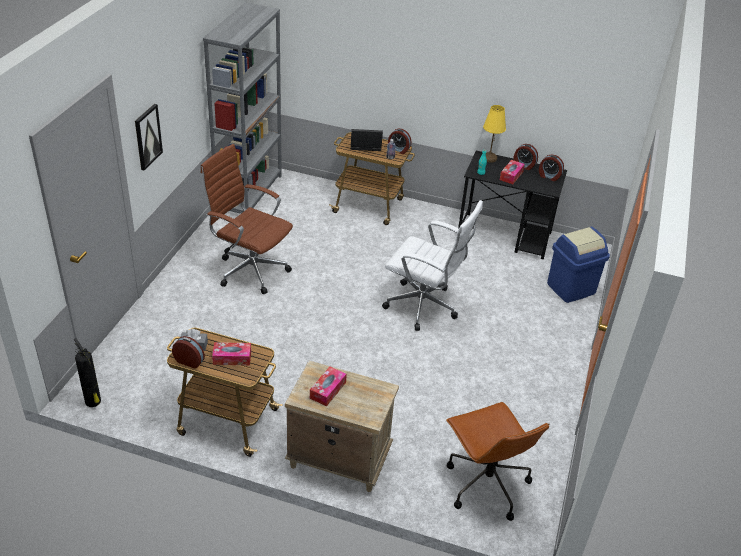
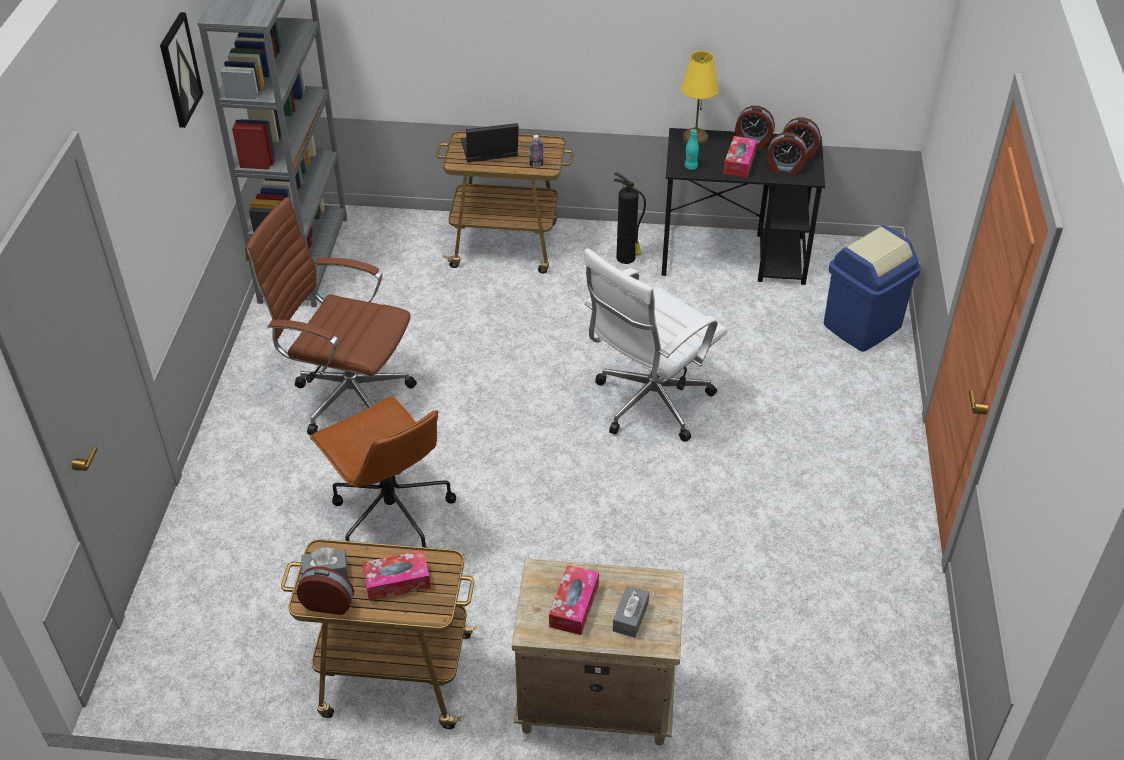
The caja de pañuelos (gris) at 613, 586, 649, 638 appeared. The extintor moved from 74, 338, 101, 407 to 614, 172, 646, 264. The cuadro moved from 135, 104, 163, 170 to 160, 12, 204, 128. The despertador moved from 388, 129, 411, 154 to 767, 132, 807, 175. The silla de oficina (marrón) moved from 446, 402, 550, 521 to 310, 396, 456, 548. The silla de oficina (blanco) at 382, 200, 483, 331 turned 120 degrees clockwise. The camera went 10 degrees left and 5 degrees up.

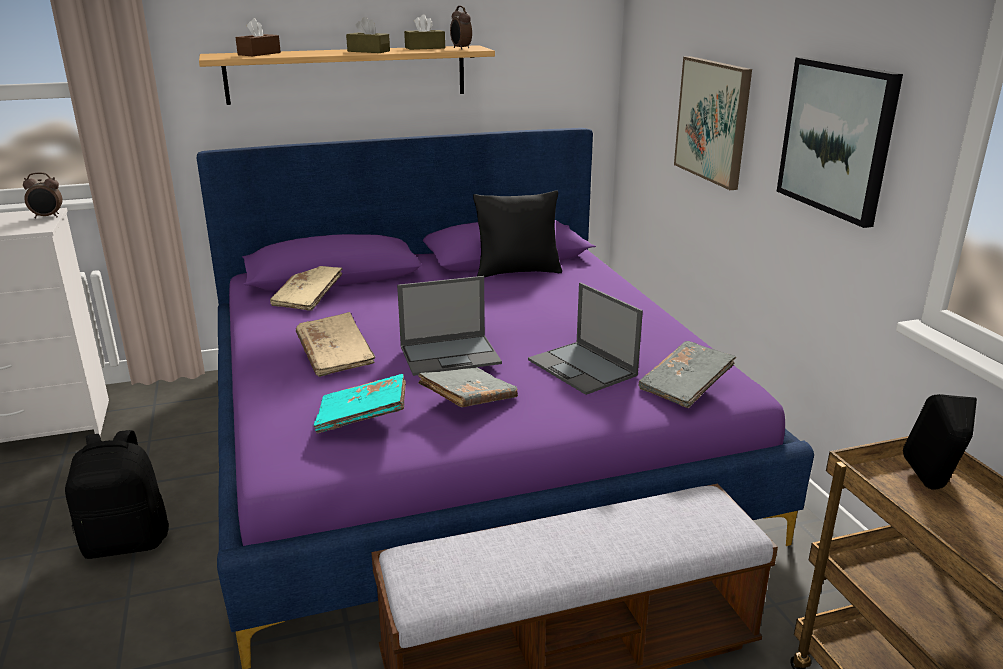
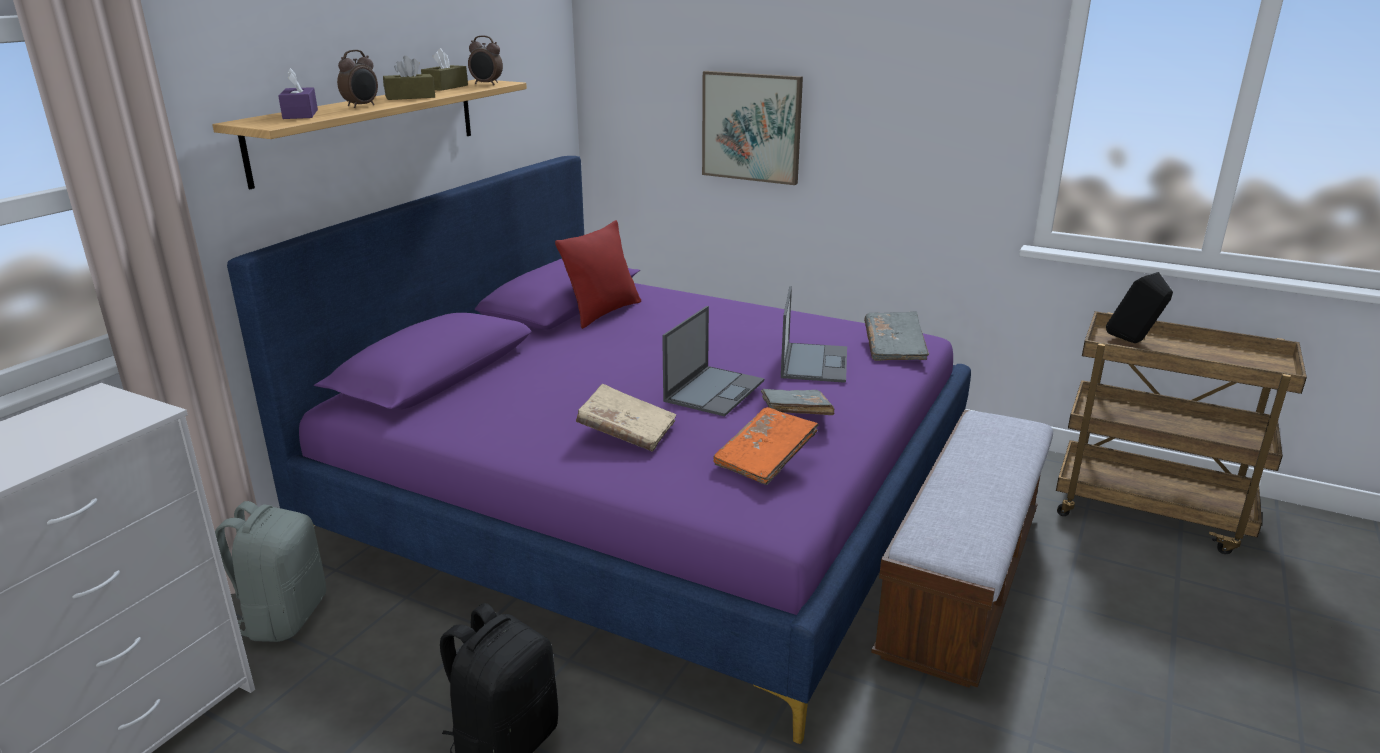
The libro (beis) at 270, 266, 342, 311 disappeared. The cuadro at 777, 57, 903, 228 disappeared. The mochila (gris) at 215, 501, 326, 642 appeared. The despertador moved from 23, 172, 63, 219 to 337, 50, 378, 108. The caja de pañuelos (marrón) at 235, 18, 281, 56 became the caja de pañuelos (morado) at 278, 68, 318, 119. The libro (turquesa) at 314, 374, 406, 433 became the libro (naranja) at 713, 407, 819, 485. The cojín (negro) at 473, 190, 562, 277 became the cojín (rojo) at 555, 220, 641, 329. The portátil at 528, 282, 643, 395 turned 90 degrees counterclockwise. The camera went 45 degrees left and 0 degrees up.

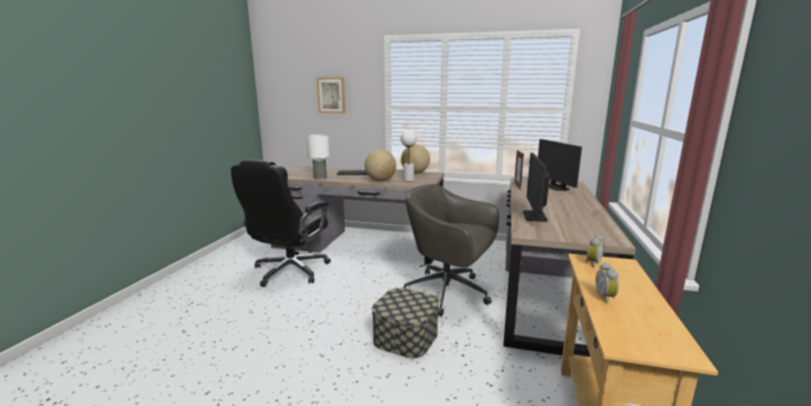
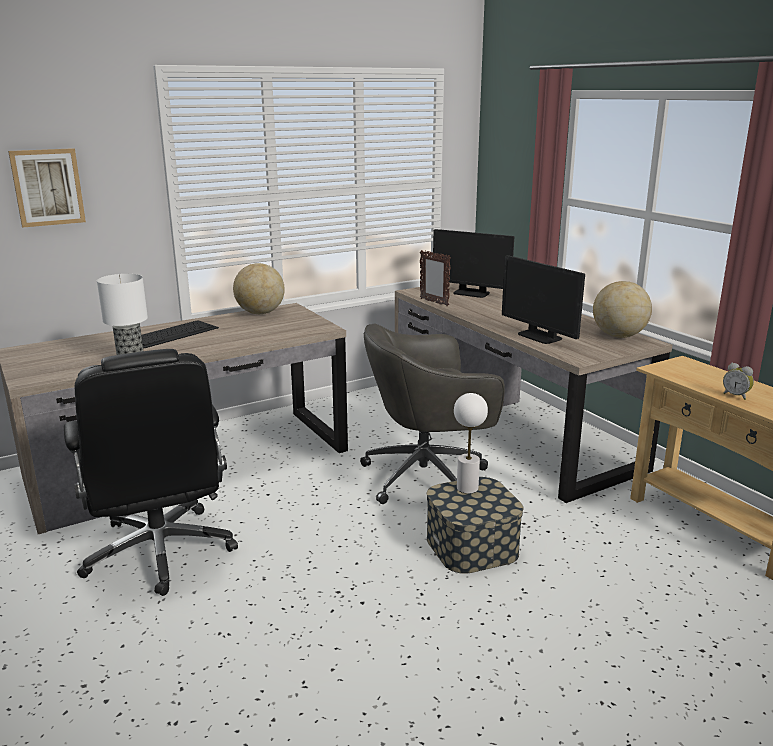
The despertador at 586, 235, 604, 267 disappeared. The globo terráqueo moved from 365, 149, 396, 181 to 593, 281, 652, 338. The lámpara de mesa (blanco) moved from 401, 130, 417, 182 to 454, 393, 488, 494. The camera went 45 degrees left and 5 degrees up.

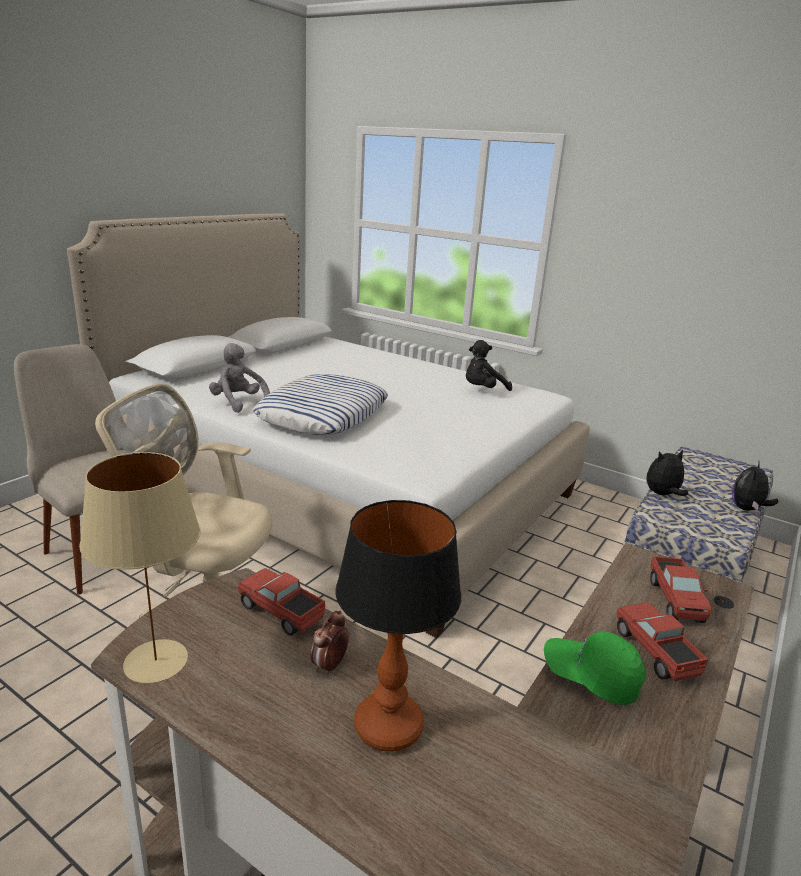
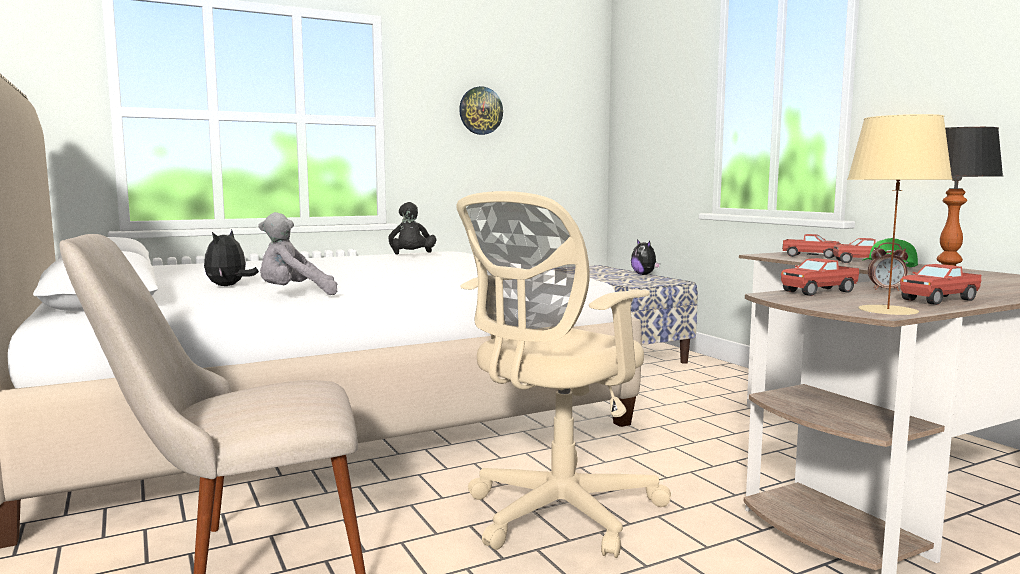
The cojín at 253, 374, 388, 435 disappeared. The reloj de pared at 459, 86, 503, 135 appeared. The camión de juguete at 900, 264, 982, 305 appeared. The peluche moved from 647, 450, 688, 496 to 204, 230, 259, 286. The despertador at 310, 610, 349, 675 turned 45 degrees counterclockwise. The camera went 60 degrees left and 15 degrees down.

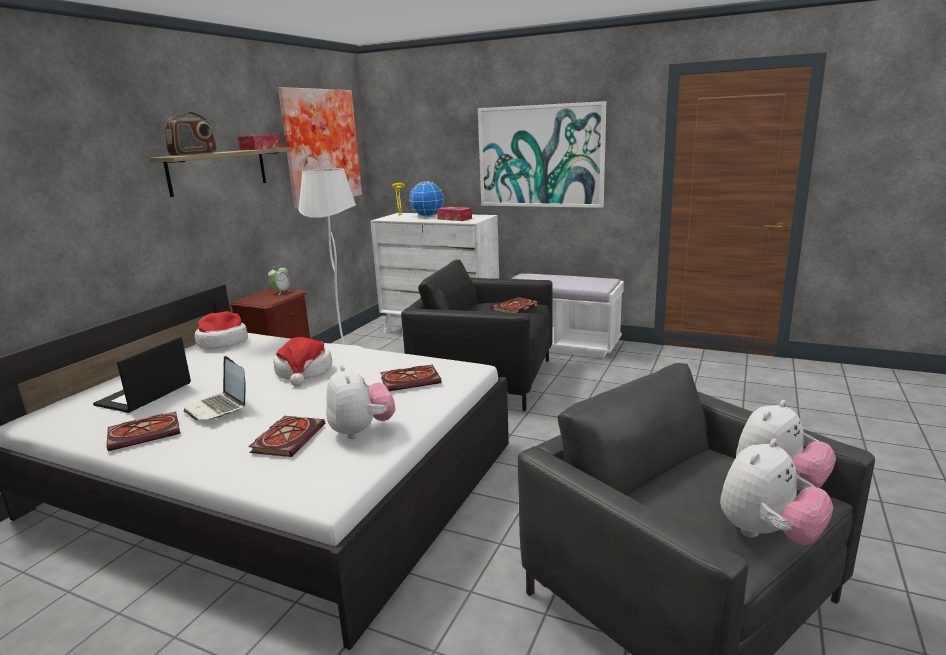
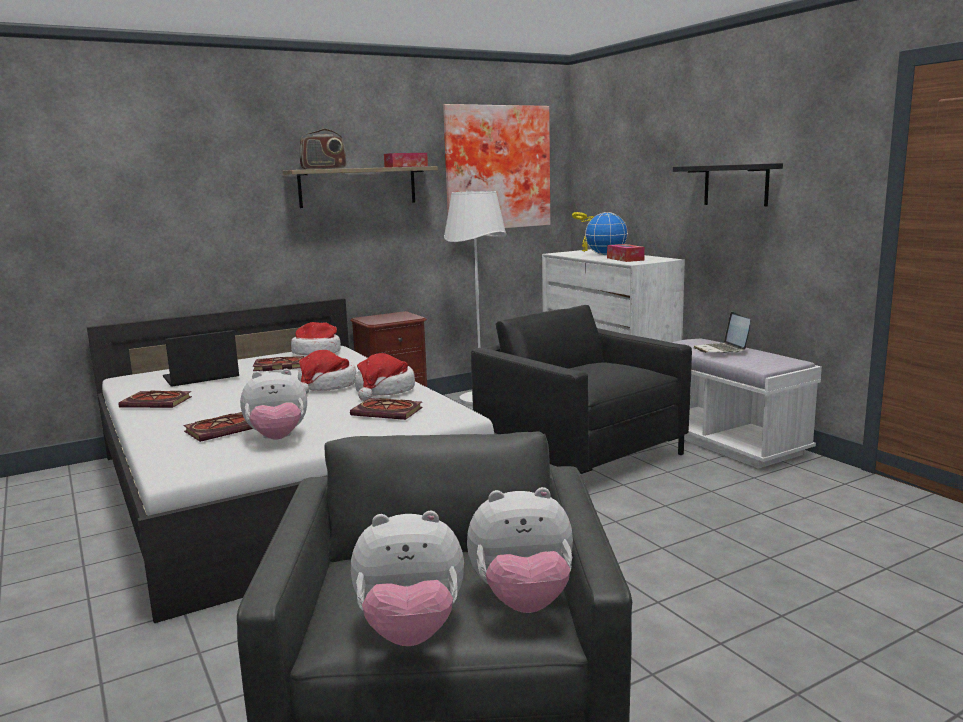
The despertador at 268, 265, 292, 295 disappeared. The sombrero at 355, 353, 415, 401 appeared. The portátil moved from 184, 356, 246, 420 to 694, 312, 750, 353. The libro moved from 491, 297, 539, 313 to 252, 356, 304, 371. The cuadro at 478, 101, 606, 208 was replaced by the estante (negro) at 673, 163, 783, 206. The peluche at 326, 365, 396, 439 turned 60 degrees clockwise. The camera went 35 degrees right and 5 degrees down.

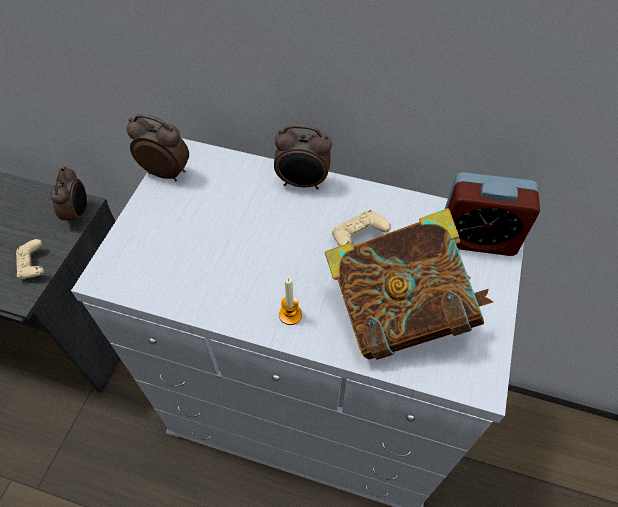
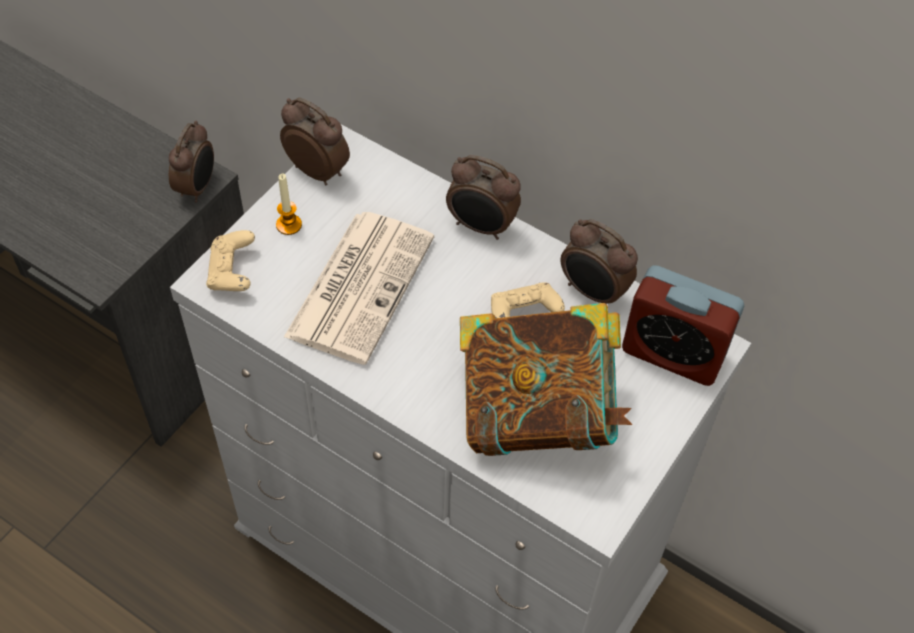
The periódico at 284, 212, 434, 365 appeared. The despertador at 561, 219, 638, 304 appeared. The mando de consola (beis) moved from 16, 239, 44, 279 to 206, 230, 255, 291. The vela moved from 279, 277, 302, 325 to 276, 173, 302, 235. The camera went 15 degrees right and 0 degrees up.

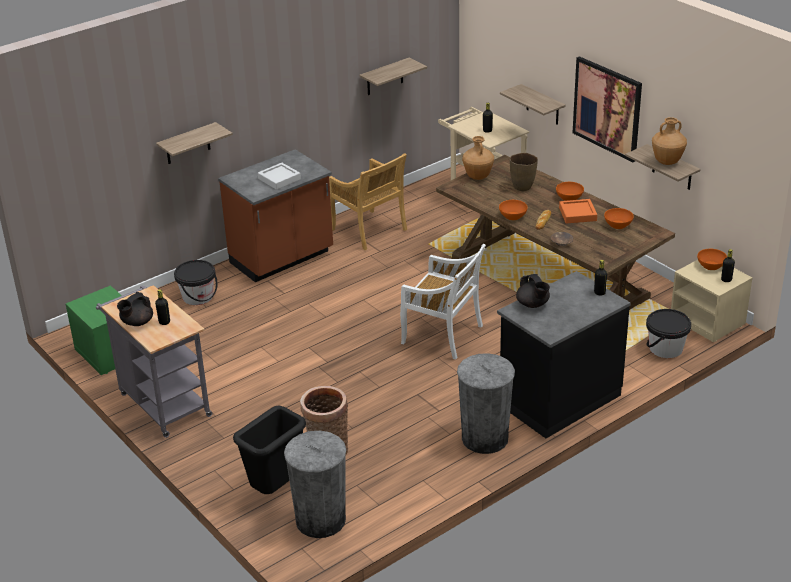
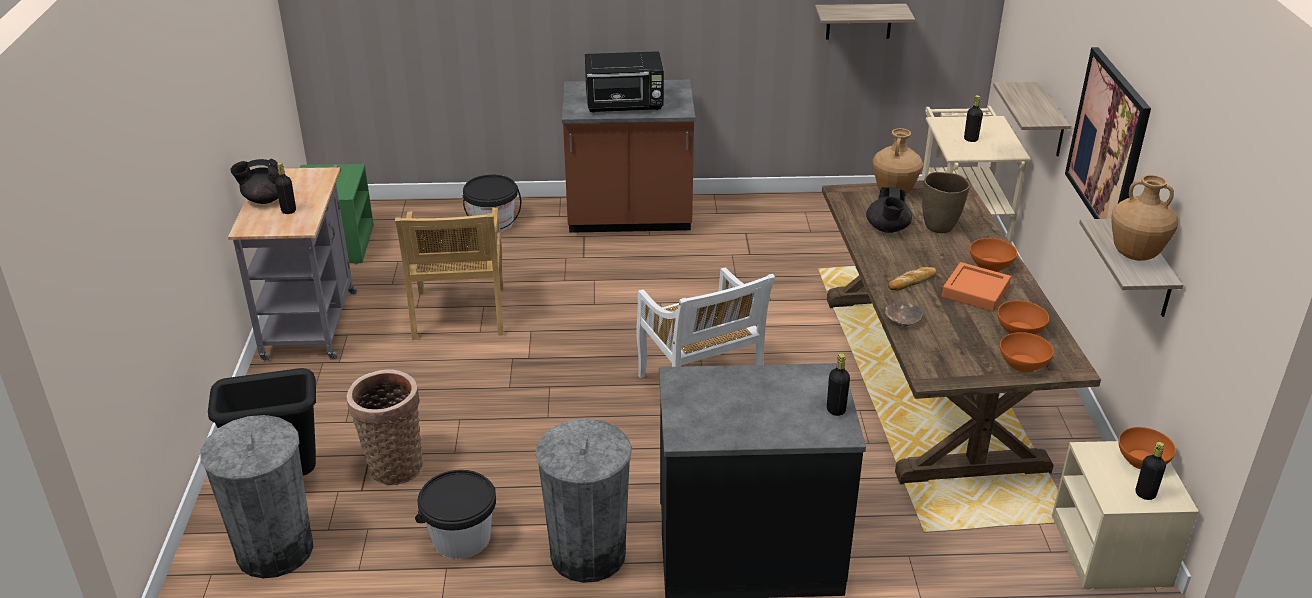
The estante at 156, 122, 233, 164 disappeared. The silla (beis) moved from 329, 153, 407, 250 to 395, 208, 504, 340. The cuenco (naranja) moved from 499, 200, 528, 220 to 1000, 332, 1054, 372. The tetera (negro) moved from 516, 274, 550, 308 to 866, 187, 912, 233. The cubo (negro) moved from 646, 309, 691, 358 to 415, 470, 496, 559. The bandeja (gris) at 258, 163, 301, 190 was replaced by the microondas (negro) at 585, 51, 664, 113. The camera went 35 degrees right and 0 degrees up.

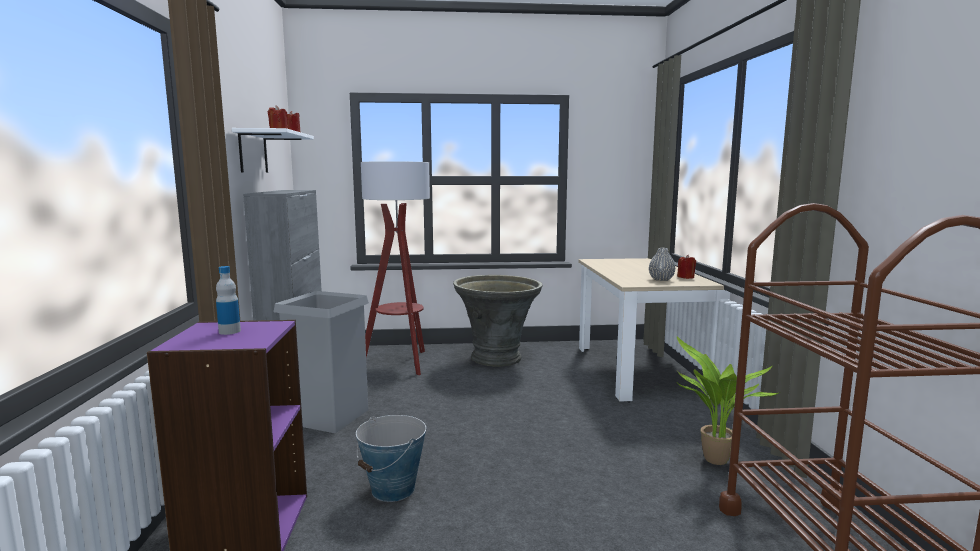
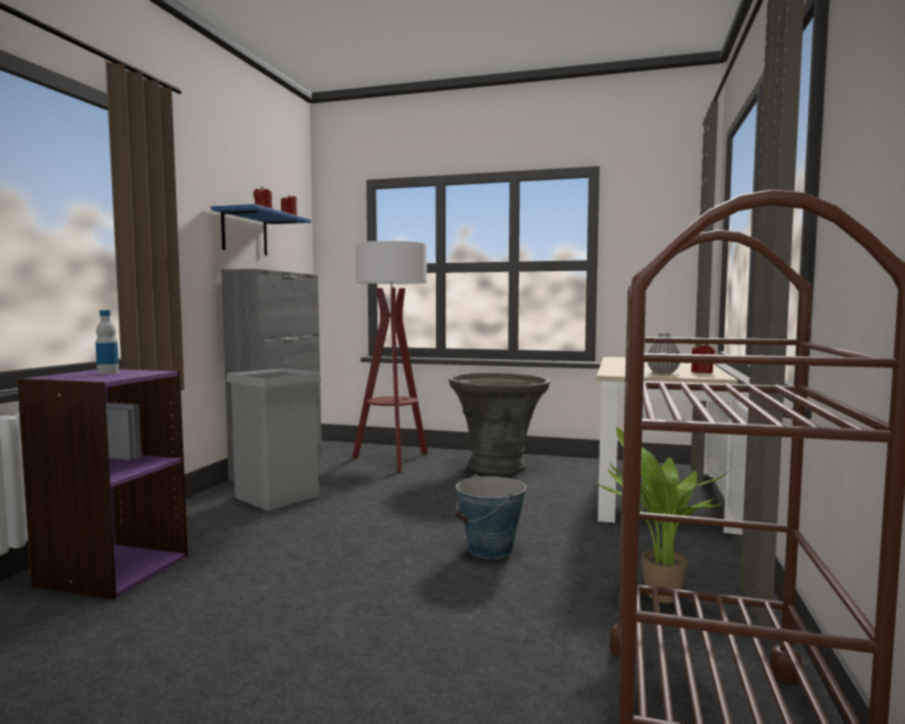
The cubo moved from 356, 415, 426, 502 to 456, 474, 526, 559. The estante (blanco) at 232, 128, 314, 173 became the estante (azul) at 211, 204, 311, 256. The camera went 20 degrees right and 5 degrees down.

